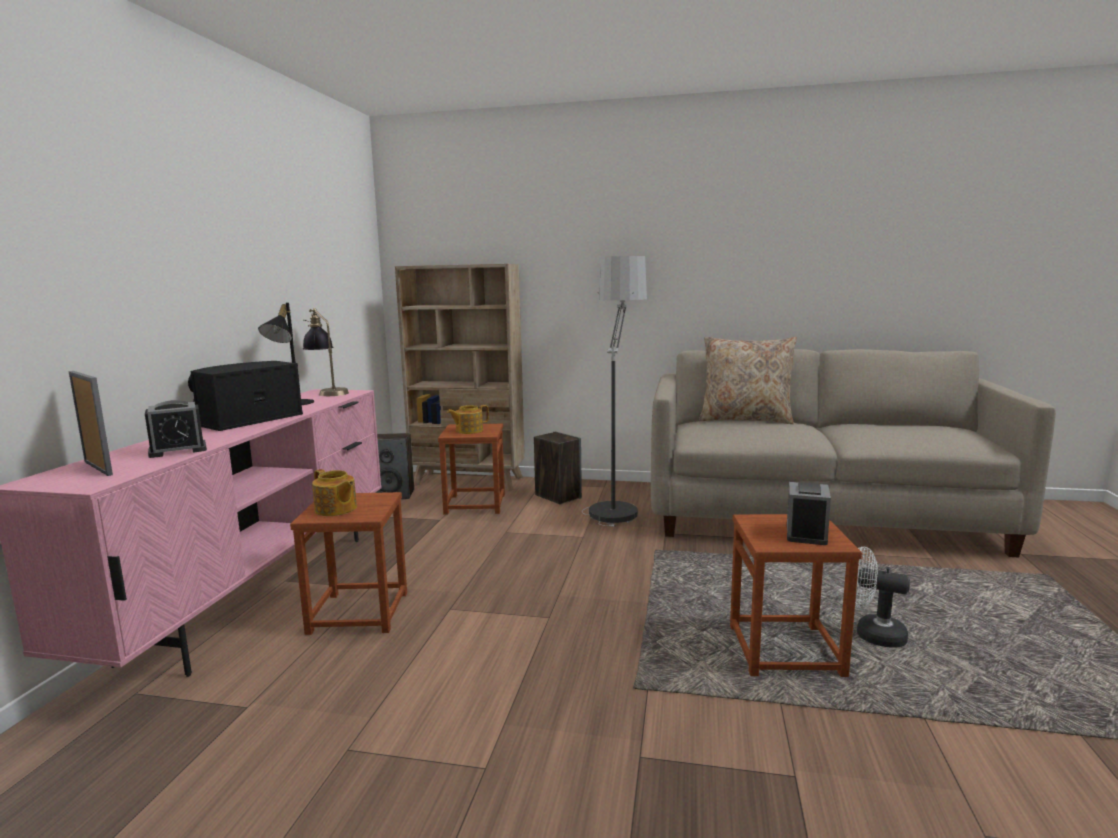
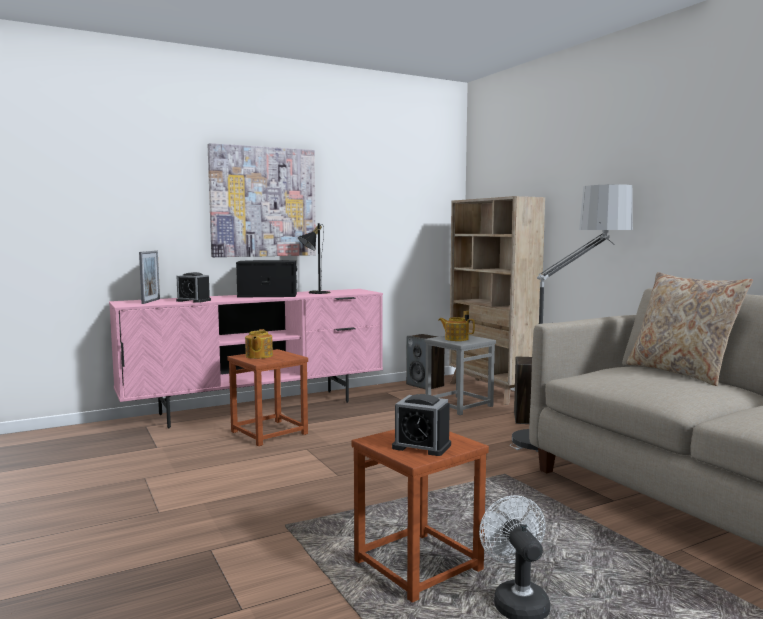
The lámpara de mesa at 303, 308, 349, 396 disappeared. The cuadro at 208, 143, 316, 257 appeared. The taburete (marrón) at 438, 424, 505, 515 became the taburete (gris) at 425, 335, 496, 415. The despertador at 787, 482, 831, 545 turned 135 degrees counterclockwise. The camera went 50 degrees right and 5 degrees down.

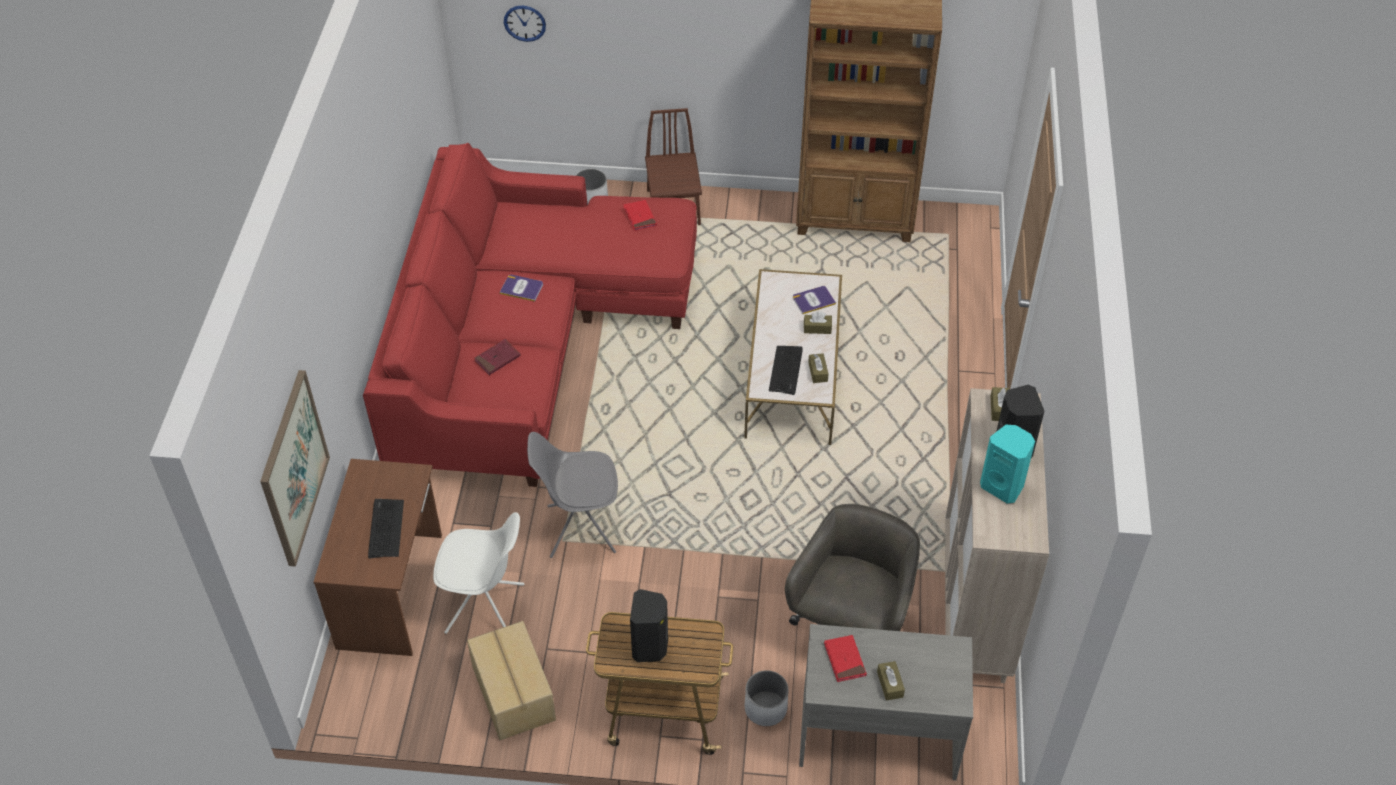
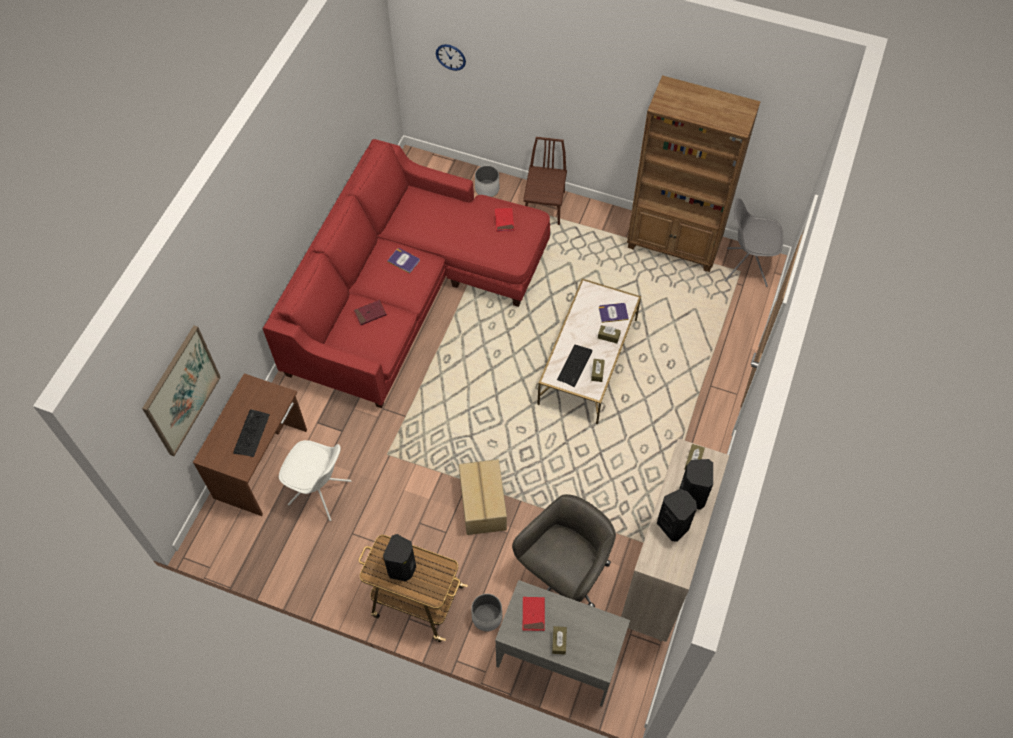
The caja de cartón moved from 467, 621, 556, 740 to 459, 459, 507, 535. The silla (gris) moved from 527, 432, 618, 558 to 725, 198, 783, 287. The altavoz (turquesa) at 980, 425, 1035, 504 became the altavoz (negro) at 657, 489, 697, 542. The camera went 15 degrees right and 10 degrees up.

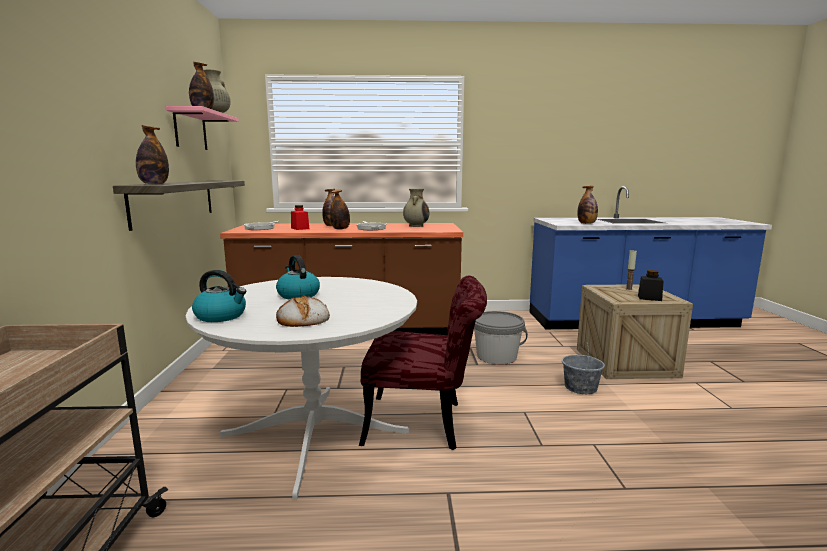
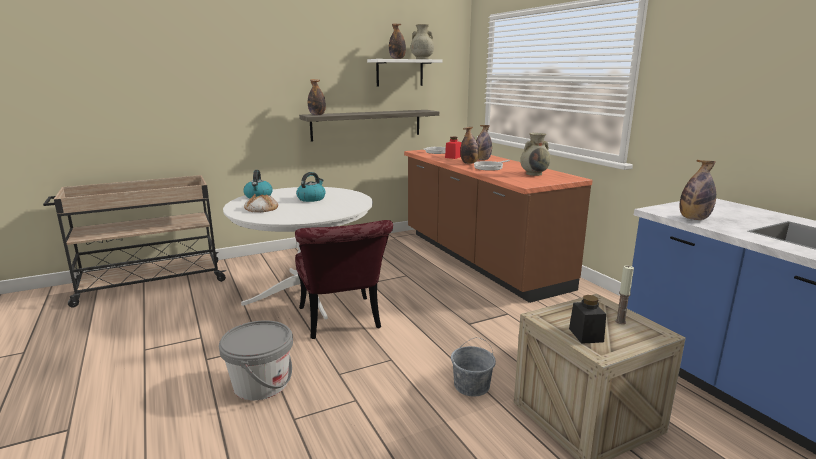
The cubo (gris) moved from 474, 311, 528, 365 to 219, 320, 293, 400. The estante (rosa) at 166, 106, 238, 150 became the estante (blanco) at 367, 59, 443, 87. The camera went 65 degrees right and 5 degrees up.

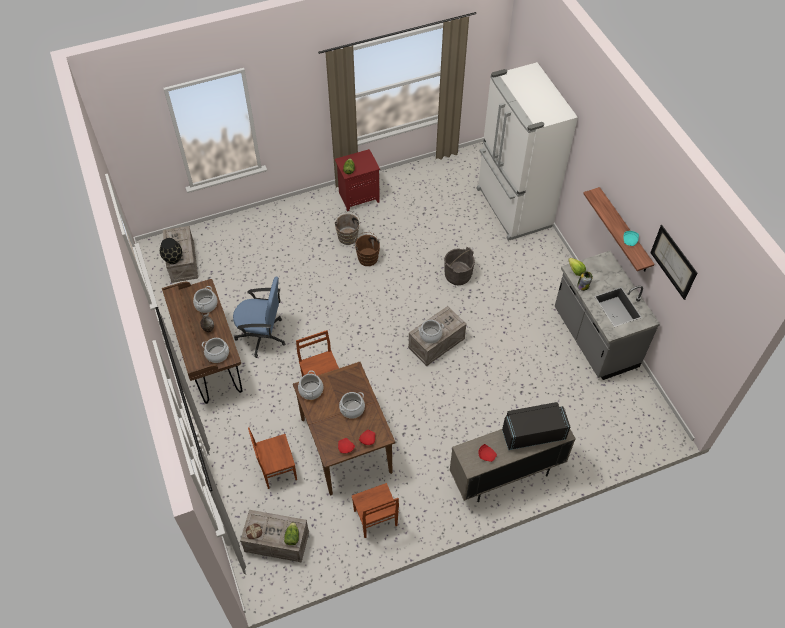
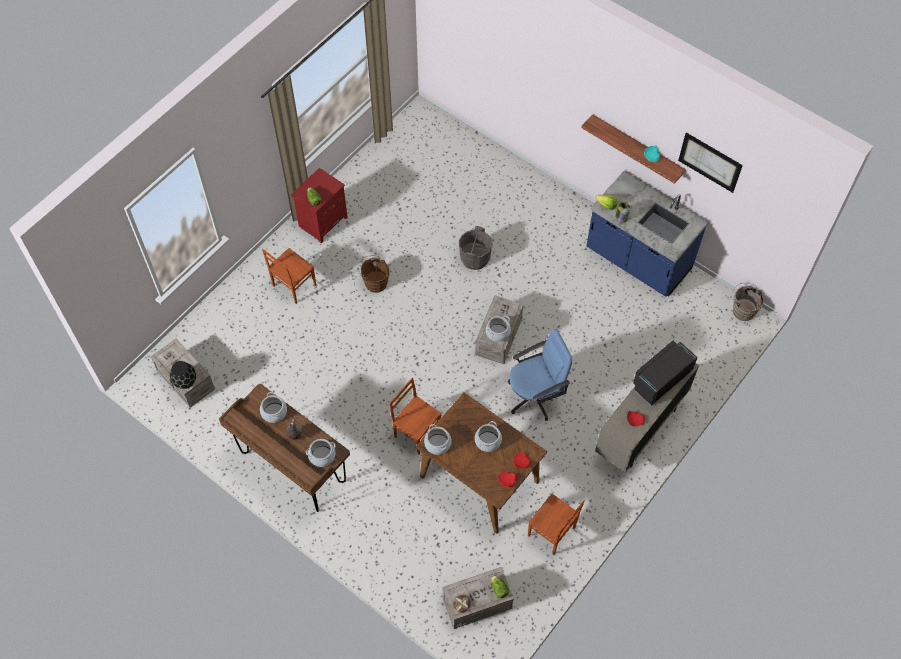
The nevera (blanco) at 477, 62, 578, 241 disappeared. The silla de oficina (azul) moved from 233, 277, 285, 358 to 508, 329, 572, 421. The silla (marrón) moved from 248, 427, 297, 489 to 262, 248, 316, 304. The cubo (marrón) moved from 334, 211, 361, 245 to 733, 283, 764, 321. The mueble bajo de cocina (gris) at 555, 251, 660, 380 became the mueble bajo de cocina (azul) at 586, 171, 708, 297. The camera went 30 degrees left and 5 degrees up.

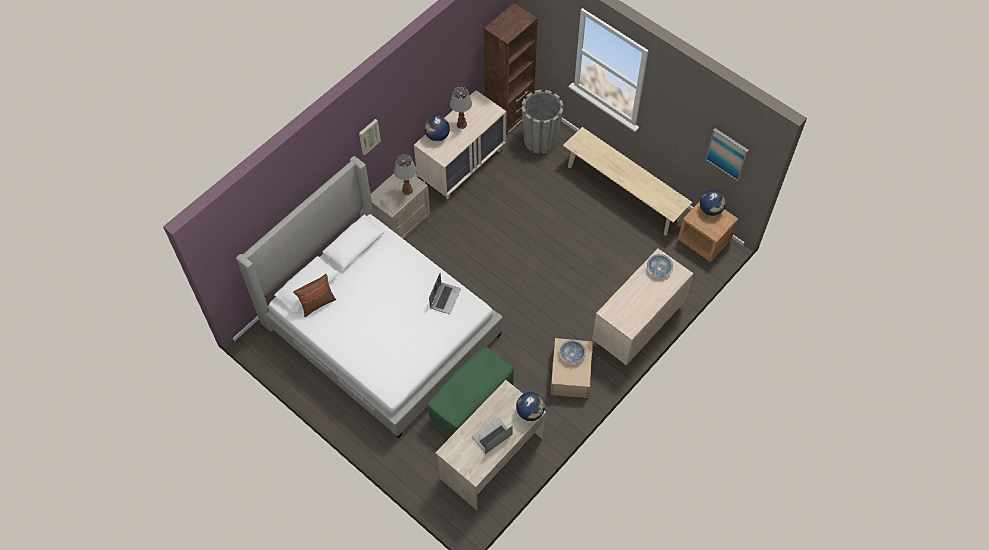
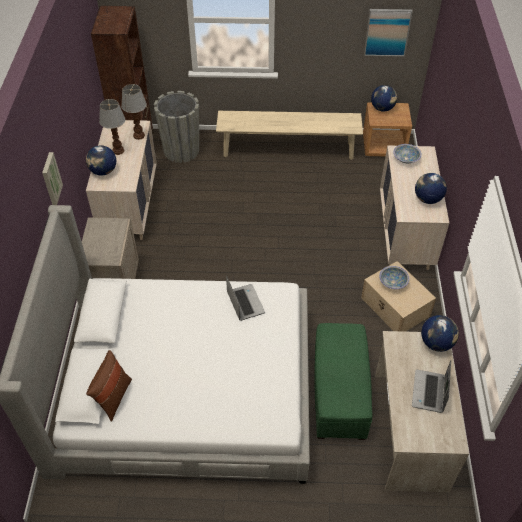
The globo terráqueo at 415, 173, 447, 204 appeared. The lámpara de mesa moved from 394, 154, 417, 195 to 121, 84, 147, 140. The camera went 40 degrees left and 10 degrees down.

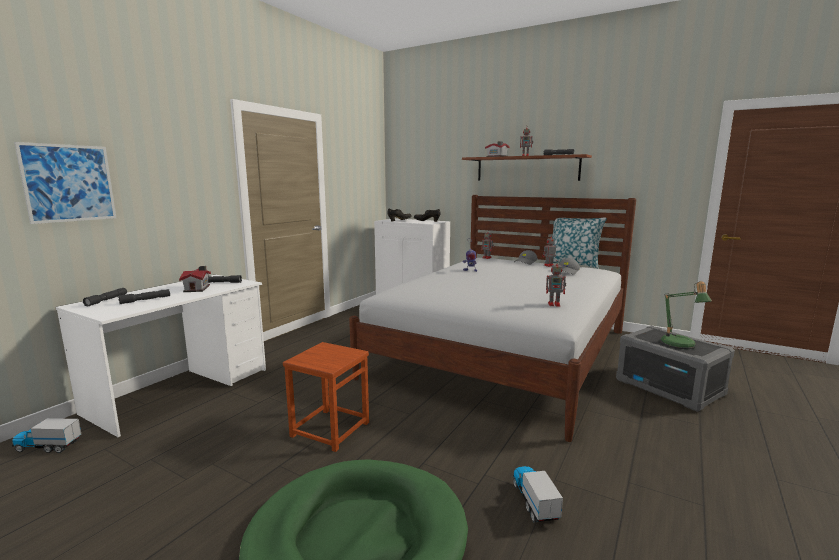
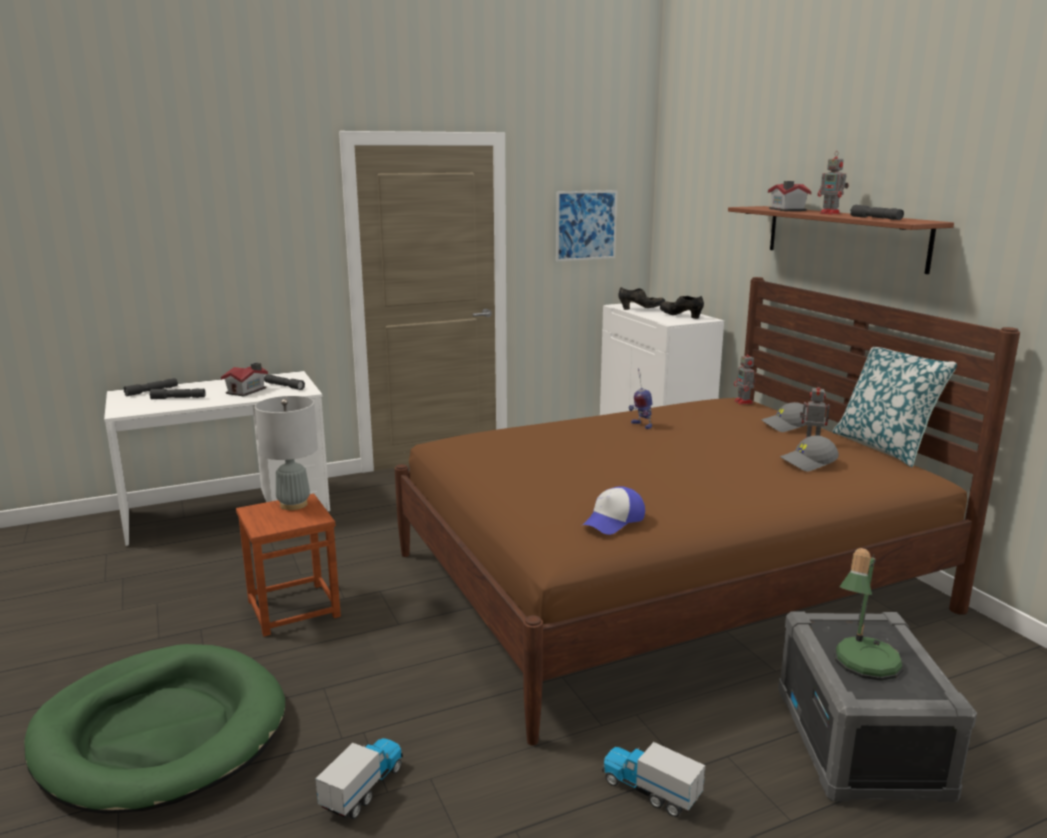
The lámpara de mesa (gris) at 255, 396, 318, 510 appeared. The camión de juguete moved from 12, 418, 81, 453 to 603, 742, 705, 817. The cuadro moved from 14, 142, 116, 224 to 556, 190, 618, 262. The robot de juguete at 546, 261, 566, 307 was replaced by the gorra at 583, 486, 645, 535. The cama (blanco) at 349, 195, 636, 442 became the cama (marrón) at 395, 277, 1020, 746. The camera went 35 degrees right and 5 degrees up.

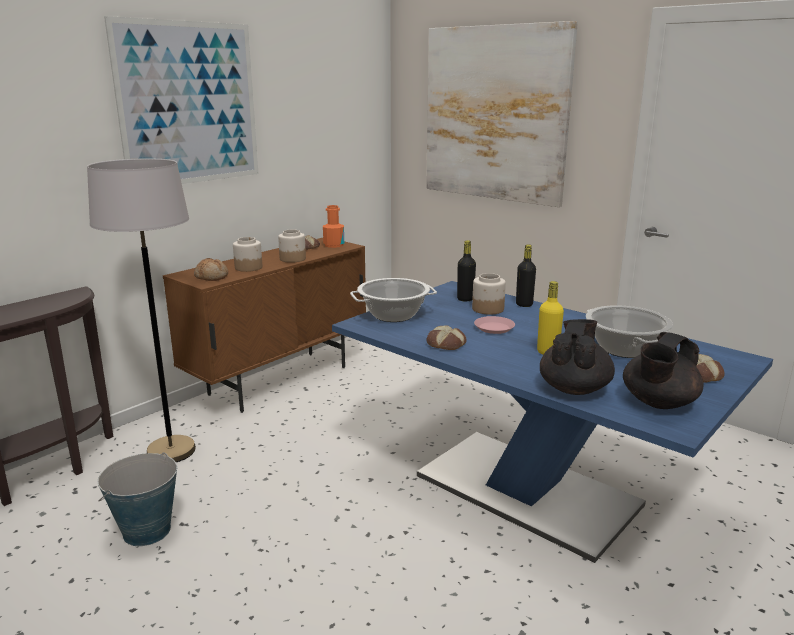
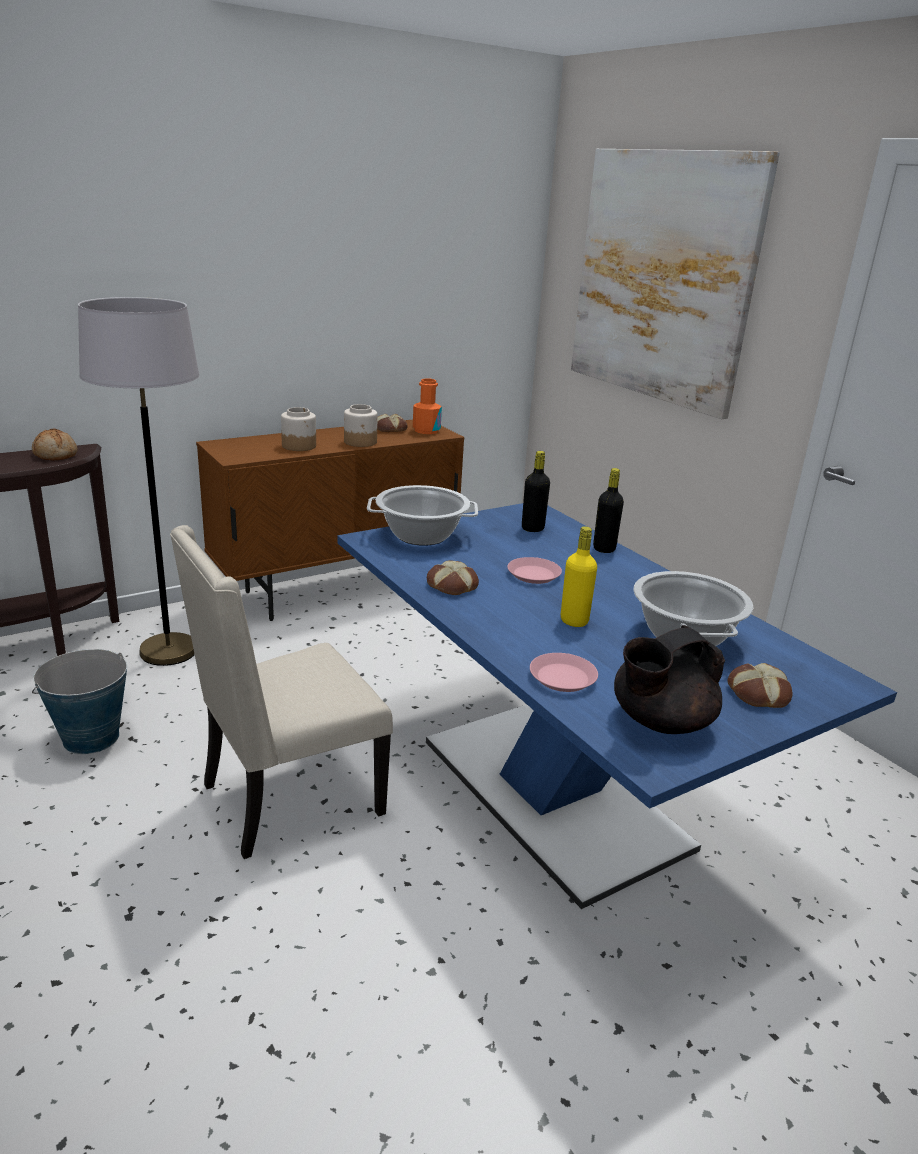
The cuadro at 104, 16, 259, 184 disappeared. The tarro at 472, 273, 506, 315 disappeared. The silla (beis) at 170, 525, 393, 859 appeared. The pan moved from 194, 258, 228, 281 to 32, 429, 77, 460. The tetera (negro) at 540, 319, 615, 395 was replaced by the plato (rosa) at 530, 653, 598, 692. The camera went 15 degrees right and 5 degrees up.

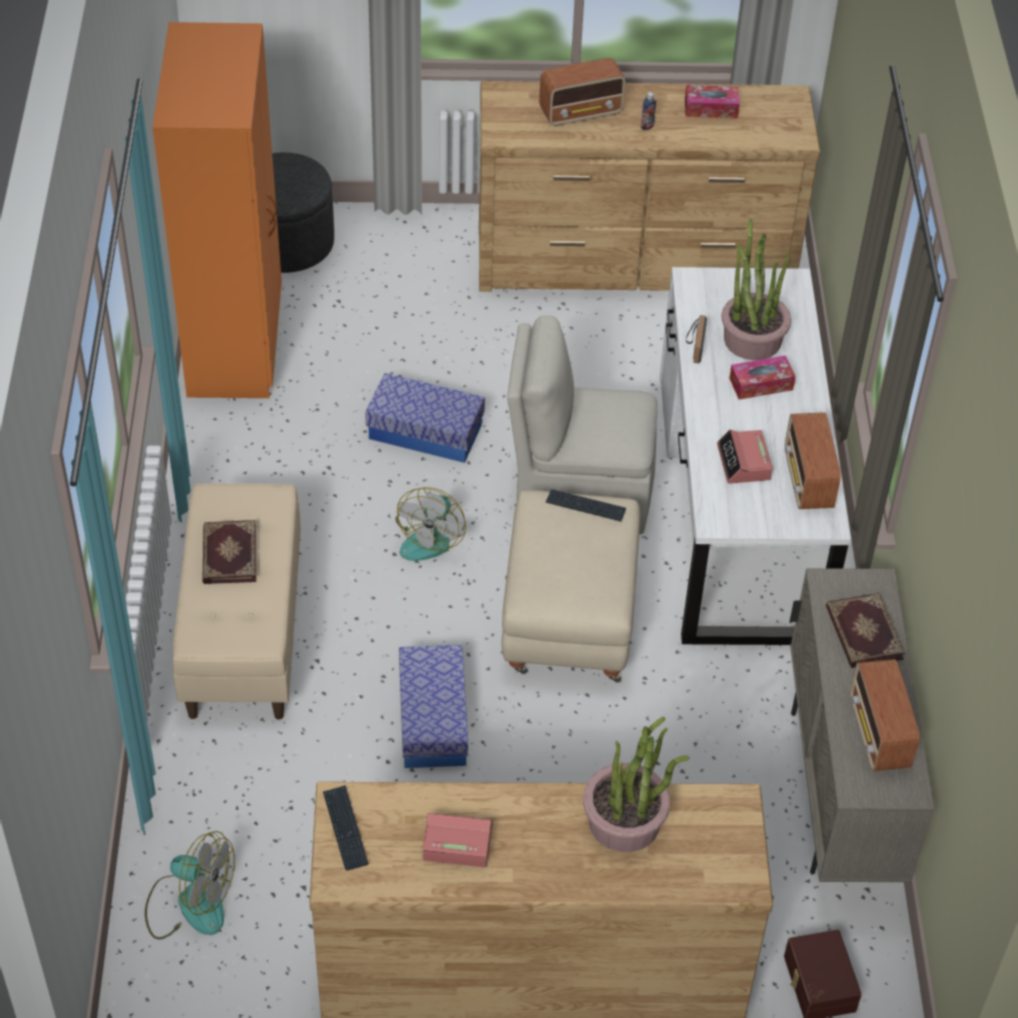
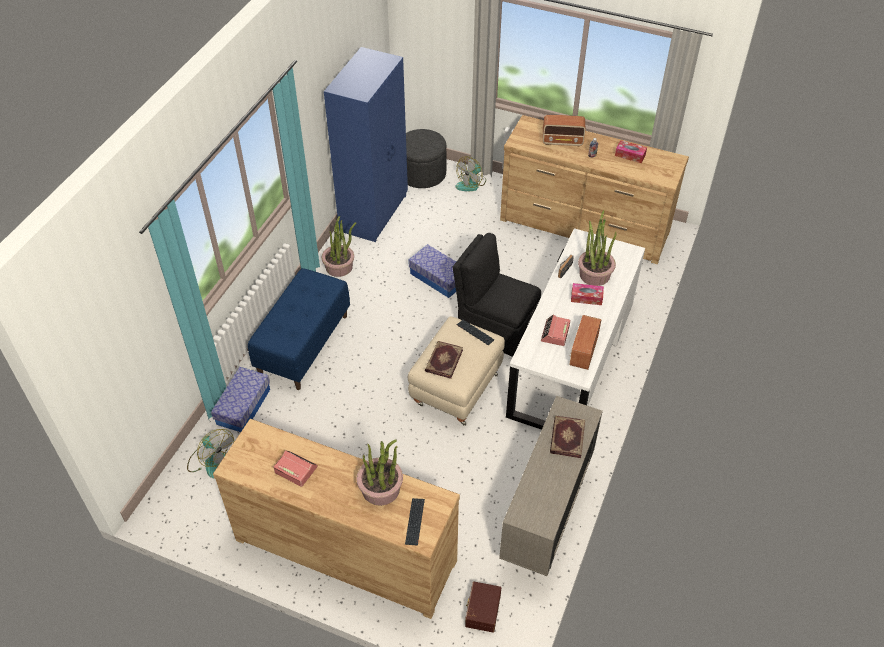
The radio at 850, 659, 920, 771 disappeared. The planta en maceta at 322, 216, 357, 277 appeared. The libro moved from 202, 520, 256, 584 to 425, 341, 463, 379. The teclado moved from 323, 785, 368, 871 to 405, 498, 425, 545. The ventilador moved from 395, 487, 466, 561 to 456, 156, 486, 191. The caja de almacenaje moved from 399, 645, 468, 768 to 211, 367, 270, 432. The armario ropero (naranja) at 153, 22, 282, 398 became the armario ropero (azul) at 324, 47, 408, 242. The banco (beis) at 173, 483, 301, 719 became the banco (azul) at 248, 268, 350, 390. The silla (beis) at 507, 316, 658, 534 became the silla (negro) at 452, 233, 541, 357. The camera went 25 degrees right and 0 degrees up.

